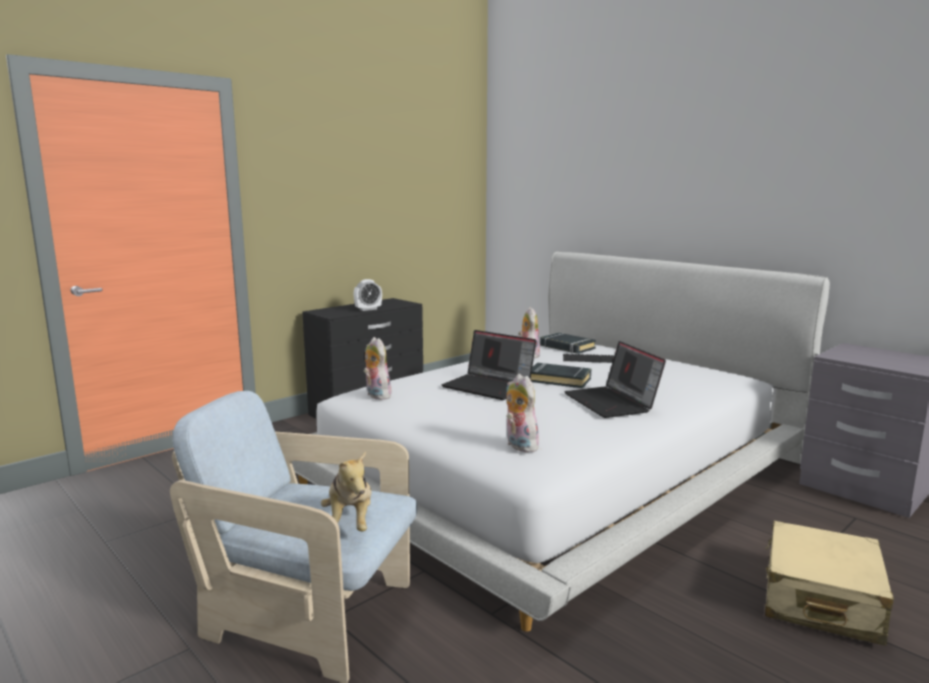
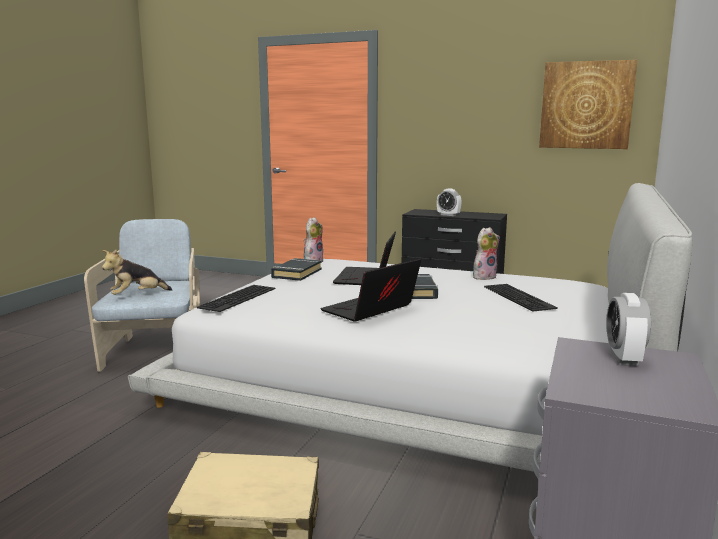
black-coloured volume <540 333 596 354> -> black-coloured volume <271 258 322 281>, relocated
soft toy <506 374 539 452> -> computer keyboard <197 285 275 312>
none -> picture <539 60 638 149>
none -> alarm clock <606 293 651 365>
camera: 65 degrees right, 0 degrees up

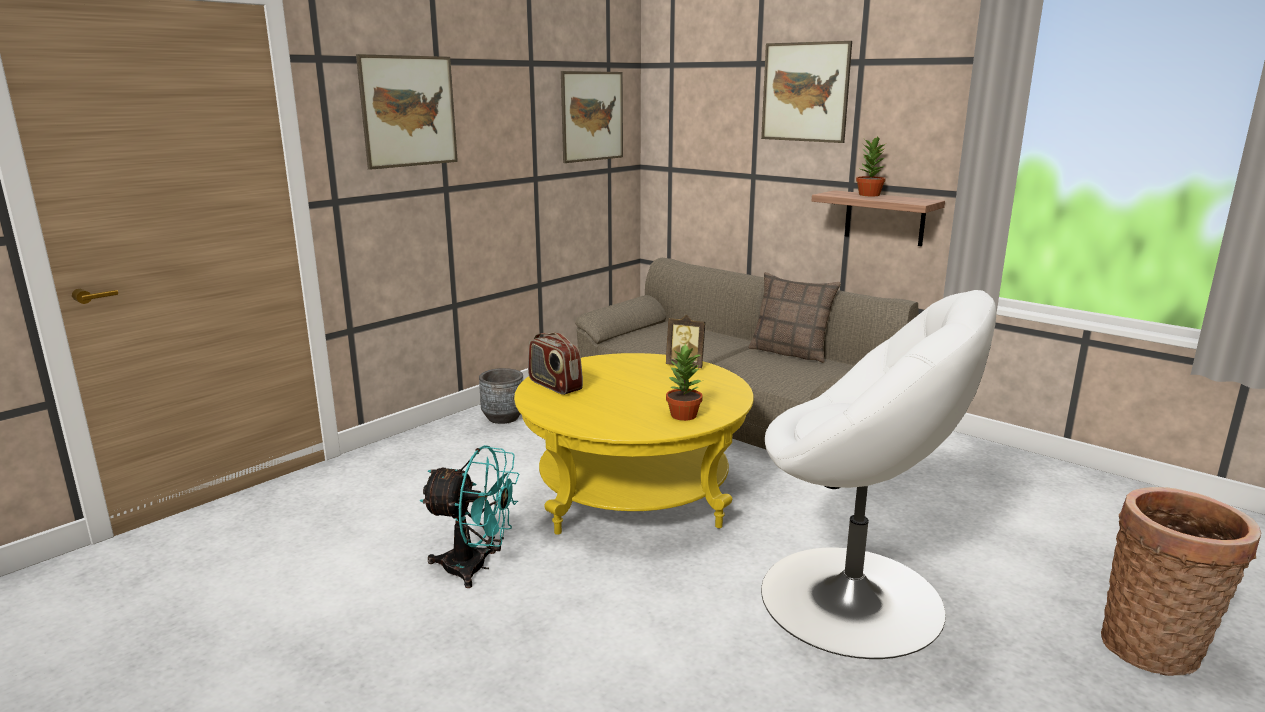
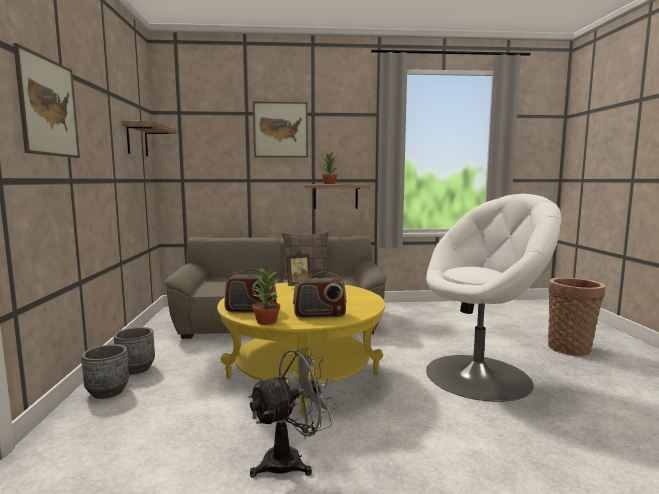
picture <561 71 623 163> -> bracket shelf <122 121 177 157>
houseplant <666 344 703 421> -> houseplant <252 267 280 325>, relocated
turquoise cooling fan <420 445 519 588> -> greyish cooling fan <248 347 337 478>
none -> radio set <293 271 347 318>
none -> greyish plant pot <81 344 129 399>
camera: 45 degrees left, 10 degrees down

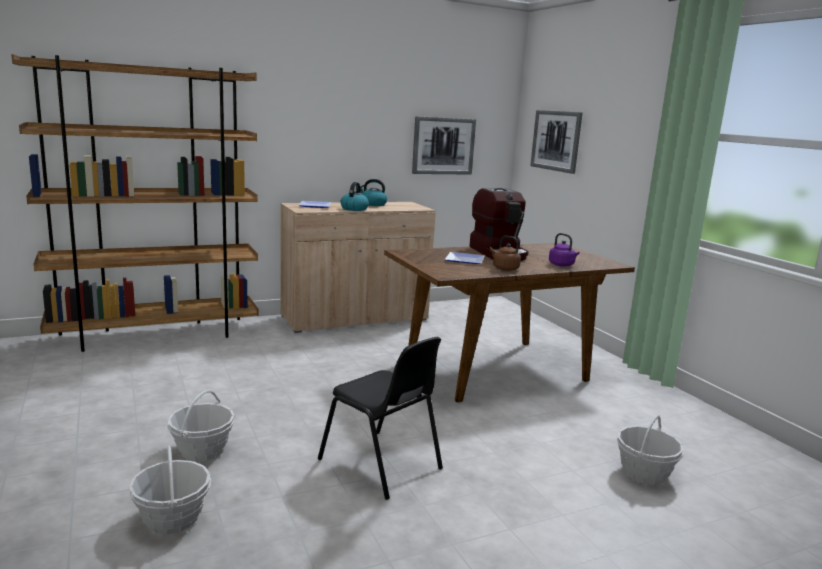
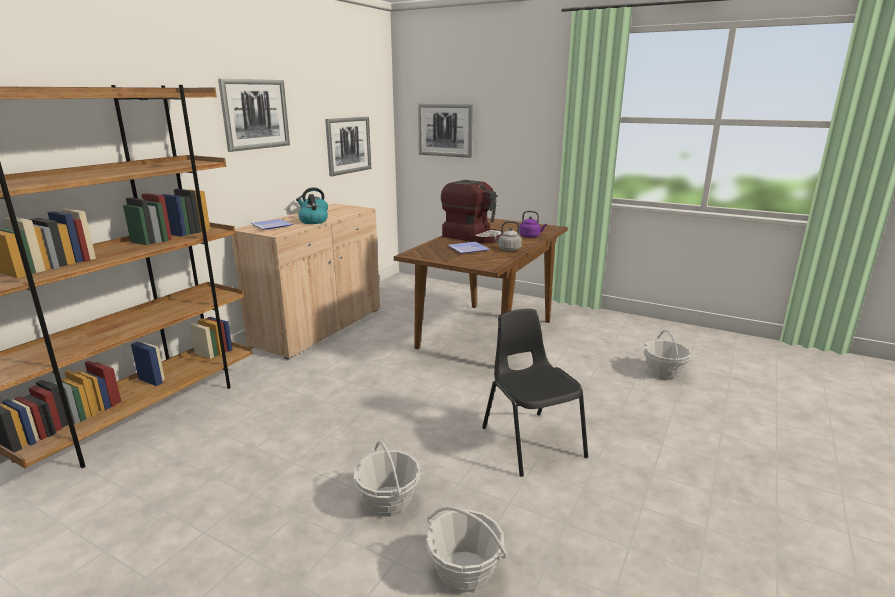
brownish water kettle <490 236 521 271> -> greyish water kettle <492 221 522 251>
black-coloured upright chair <318 337 443 500> -> black-coloured upright chair <482 309 588 477>, 120 degrees counterclockwise
none -> picture <218 79 290 152>
camera: 35 degrees left, 5 degrees up

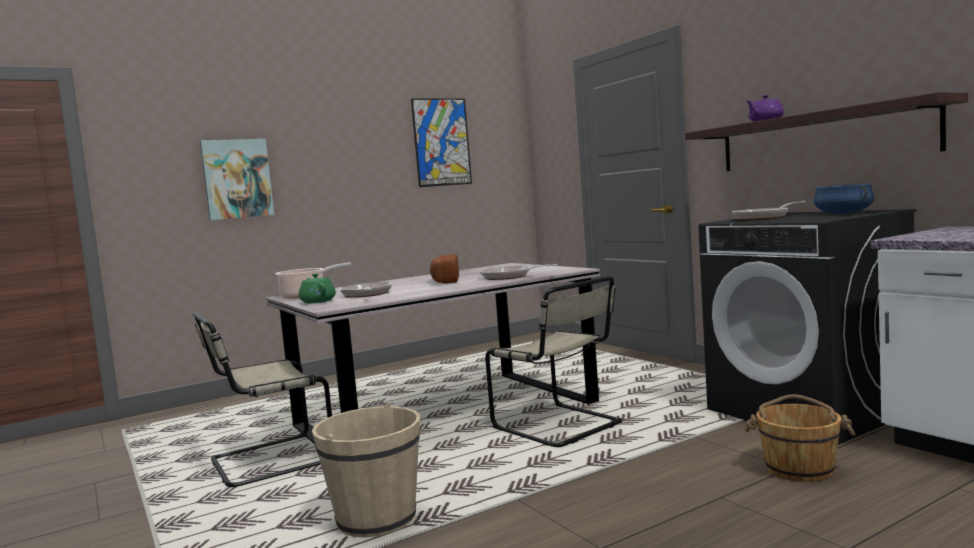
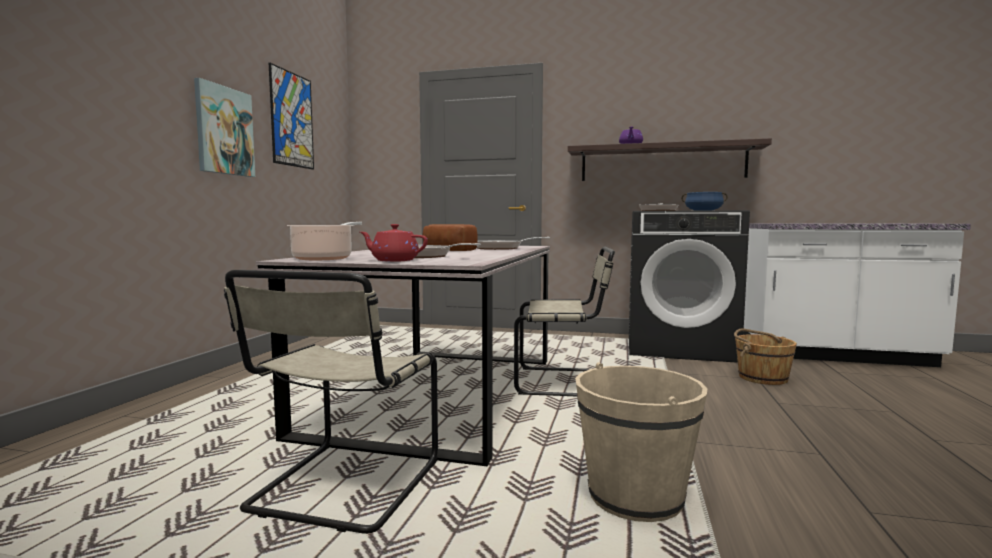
picture <200 139 274 220> -> picture <194 78 255 177>, relocated
greenish pot for tea <299 274 336 303> -> reddish pot for tea <360 224 428 262>
camera: 45 degrees left, 0 degrees up

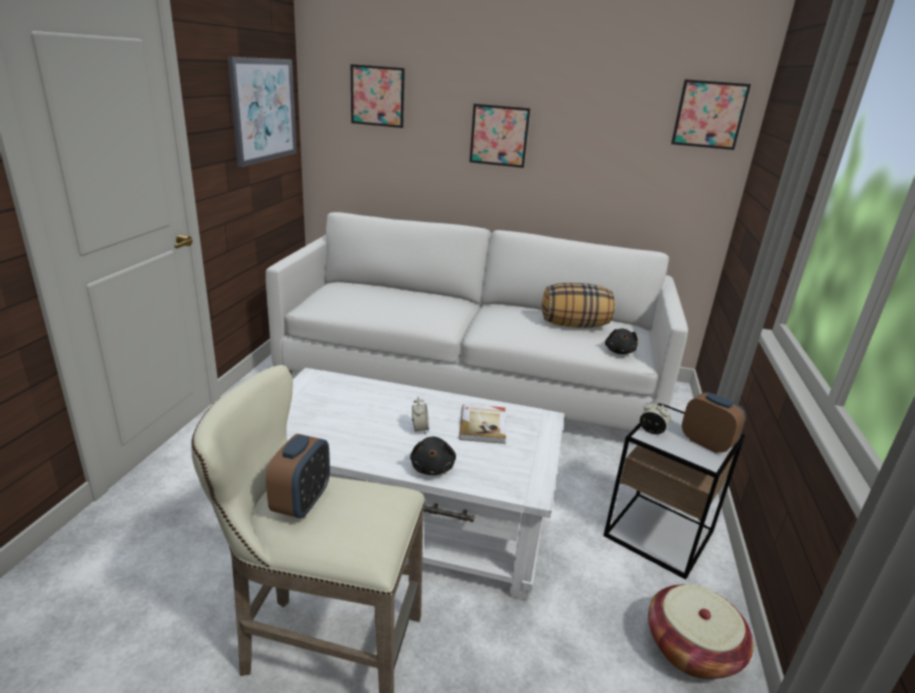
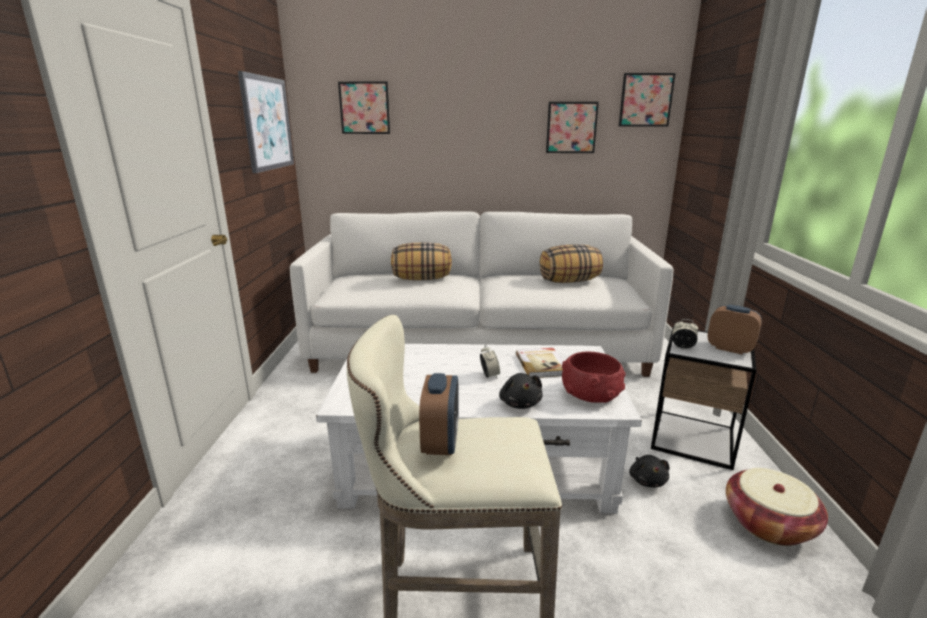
picture <469 104 530 168> -> picture <546 102 599 153>, relocated
black-coloured soft toy <605 328 638 354> -> black-coloured soft toy <629 455 670 487>, relocated
none -> pillow <391 243 452 280>
none -> reddish bowl <562 352 626 403>
camera: 10 degrees left, 5 degrees down

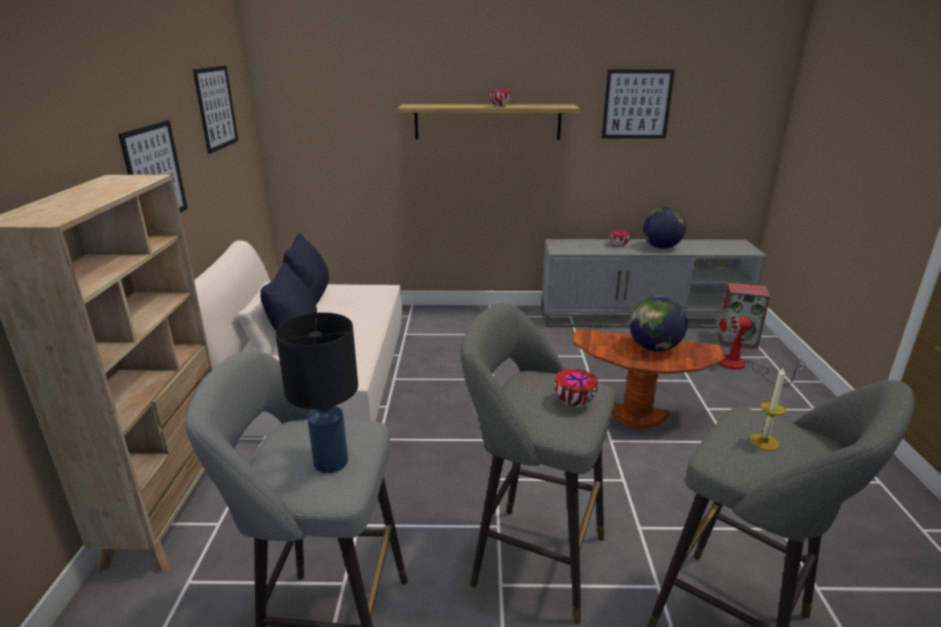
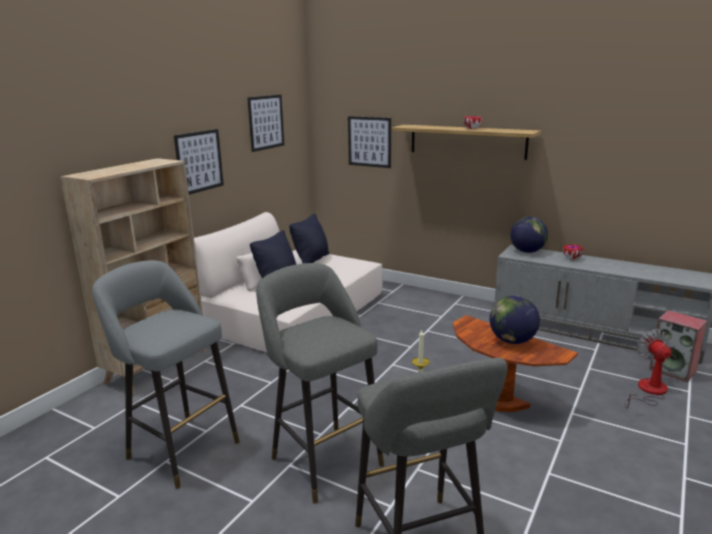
picture <602 69 675 139> -> picture <348 116 391 168>, relocated
globe <643 207 686 249> -> globe <510 216 548 253>, relocated
cooling fan <717 308 806 385> -> cooling fan <624 329 672 408>, 60 degrees clockwise
black-coloured lamp for a table <275 312 358 473> -> none
bowl <555 369 598 407> -> none
camera: 30 degrees right, 5 degrees down

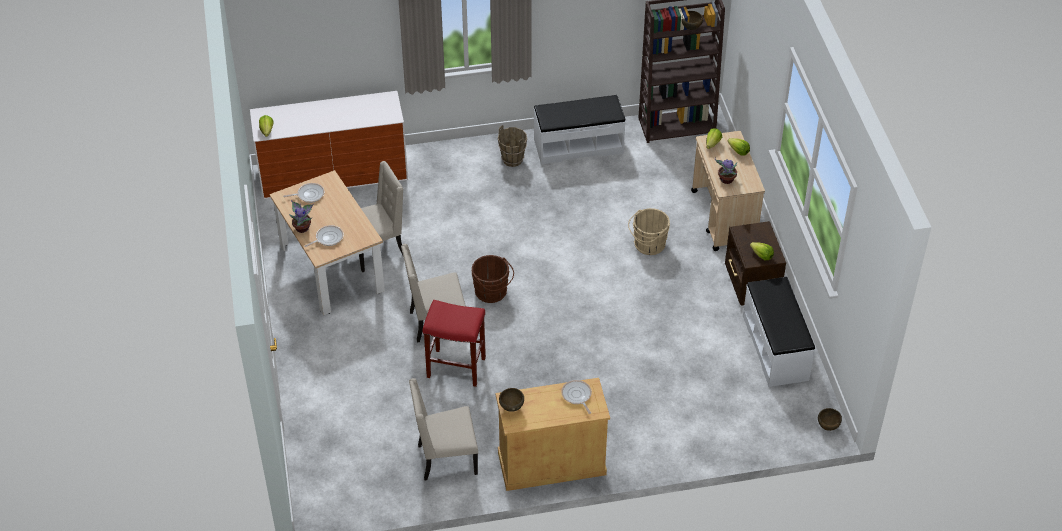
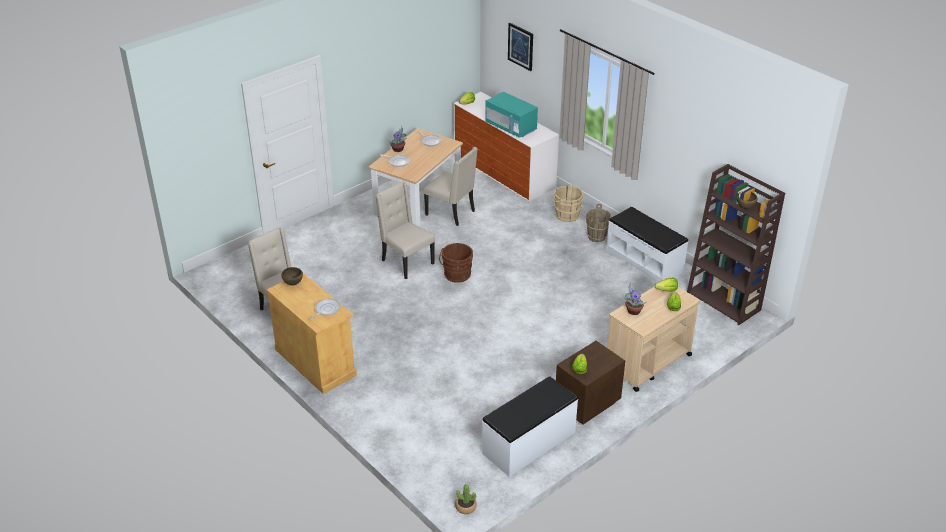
sand-coloured bucket <628 208 670 255> -> sand-coloured bucket <551 185 583 222>, relocated
reddish sitting stool <423 300 486 387> -> none
brownish bowl <818 408 842 431> -> houseplant <455 484 477 514>
none -> picture <508 23 533 71>
none -> turquoise microwave <485 92 538 138>
camera: 60 degrees right, 10 degrees down

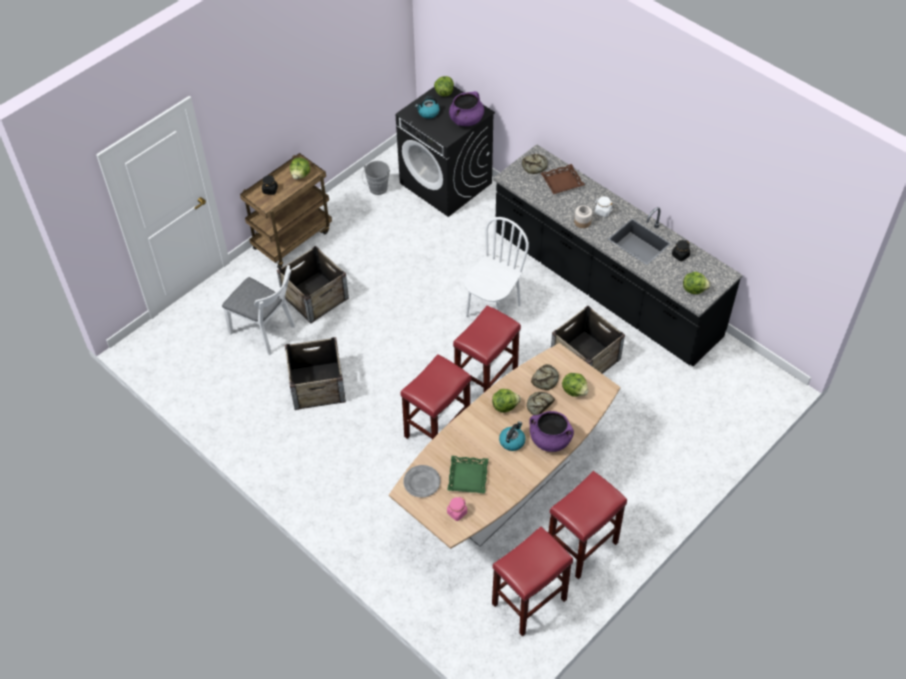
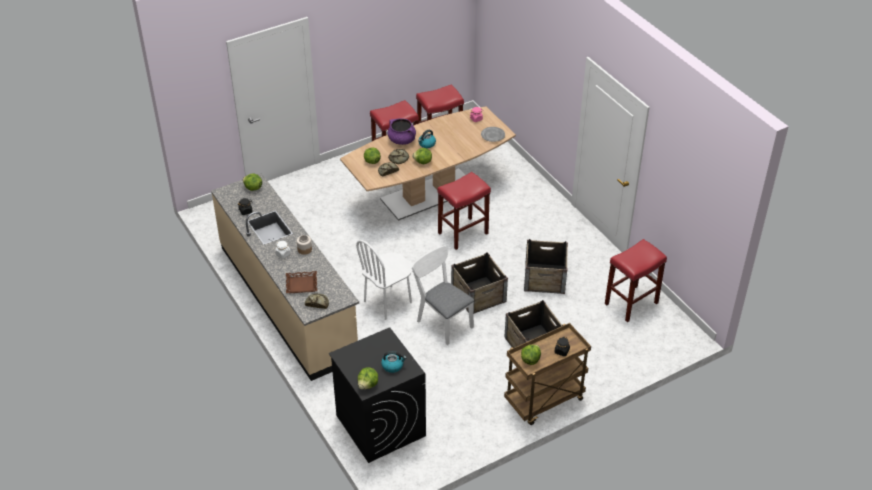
purplish saucepot <449 91 484 126> -> none
black-coloured kitchen counter <493 144 743 366> -> sand-coloured kitchen counter <211 173 359 381>
greyish bucket <362 161 390 195> -> none
white upright chair <222 265 295 355> -> white upright chair <412 246 474 345>, relocated
reddish sitting stool <453 305 521 392> -> reddish sitting stool <605 239 667 322>, relocated
shipping crate <551 305 625 374> -> shipping crate <451 252 508 314>, relocated
greenish serving tray <447 456 488 494> -> none
camera: 165 degrees left, 10 degrees down

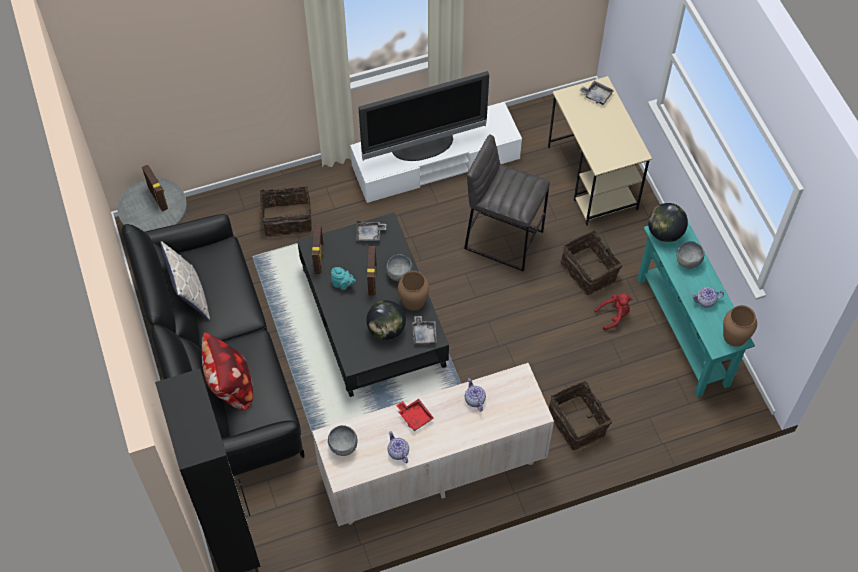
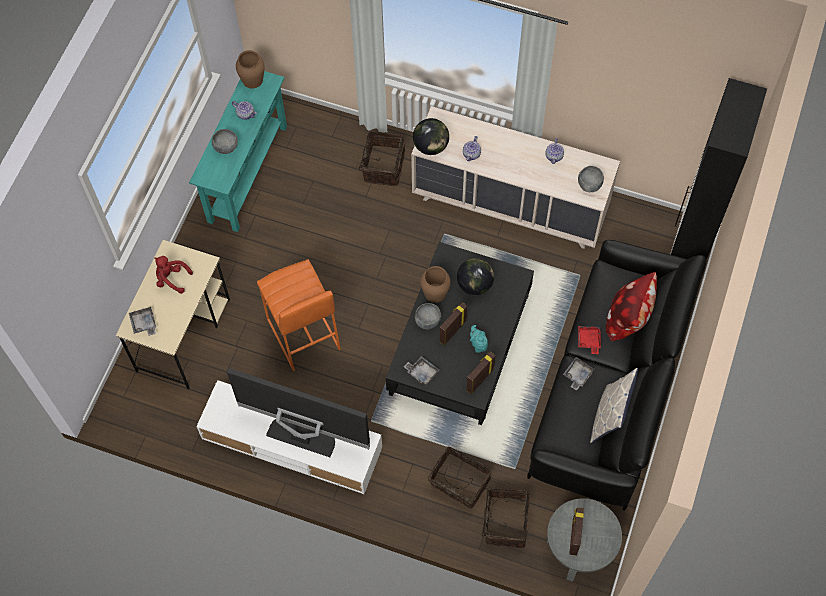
greyish sitting stool <464 135 550 272> -> orange-coloured sitting stool <257 259 341 371>
globe <648 203 688 242> -> globe <413 118 449 155>, relocated
household basket <560 231 622 295> -> household basket <476 487 530 549>, relocated
reddish soft toy <594 293 632 330> -> reddish soft toy <155 256 193 294>, relocated
greyish serving tray <412 316 437 344> -> greyish serving tray <563 357 594 391>, relocated
reddish serving tray <396 399 434 431> -> reddish serving tray <578 326 601 354>, relocated
camera: 140 degrees left, 5 degrees up

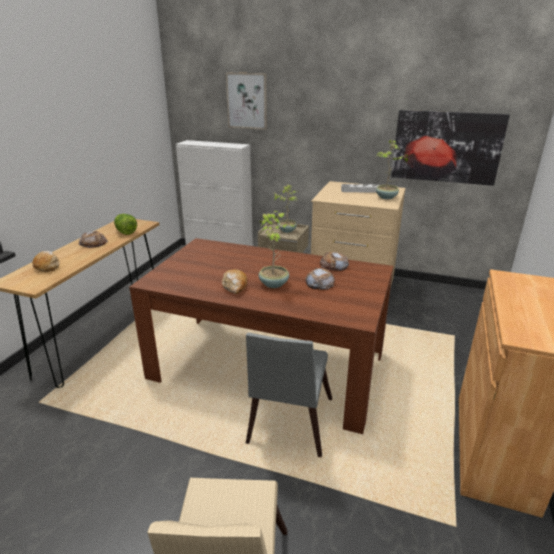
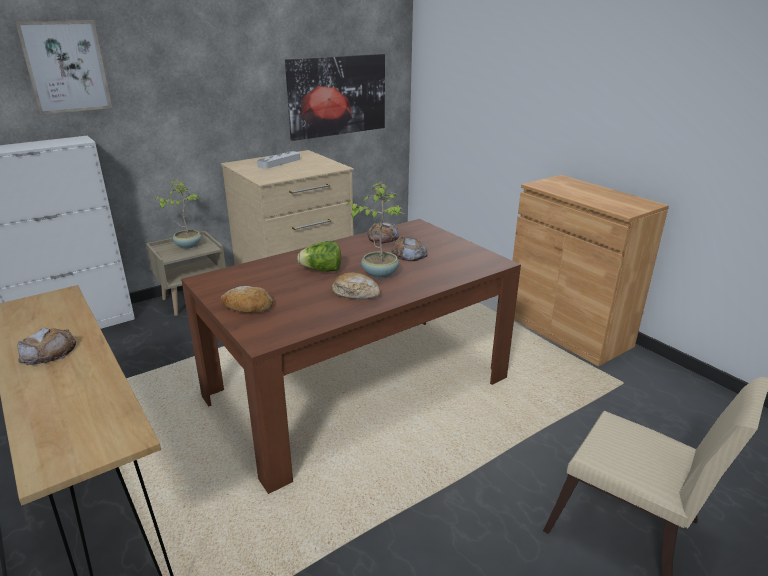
houseplant <376 140 412 199> -> none
lettuce <114 214 137 235> -> lettuce <297 241 341 272>, relocated
baked bread <33 251 60 272> -> baked bread <220 286 273 313>, relocated
greyish upright chair <246 332 332 457> -> none
camera: 55 degrees left, 0 degrees up

